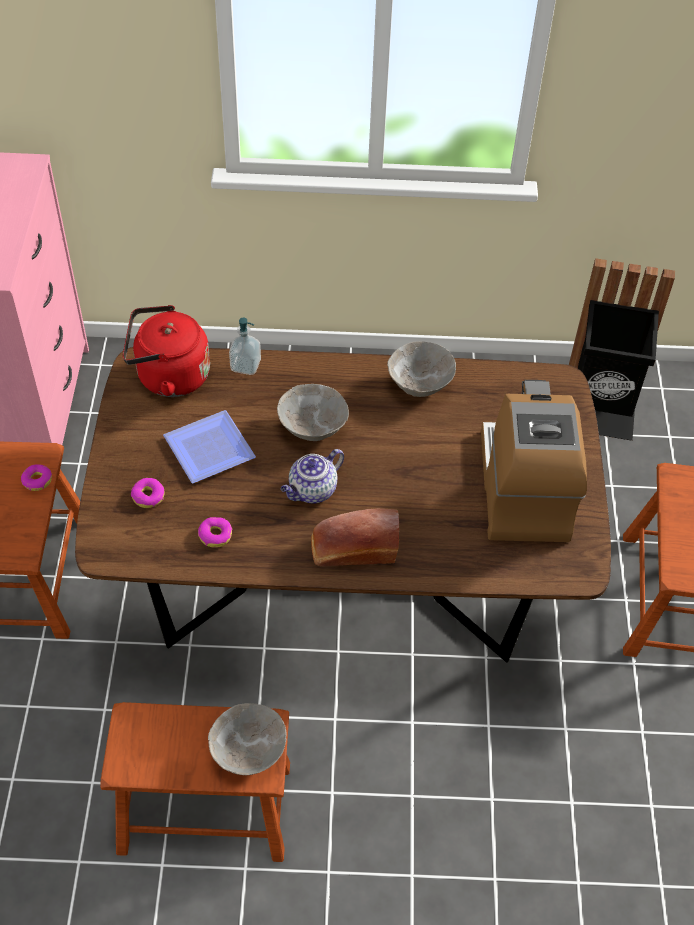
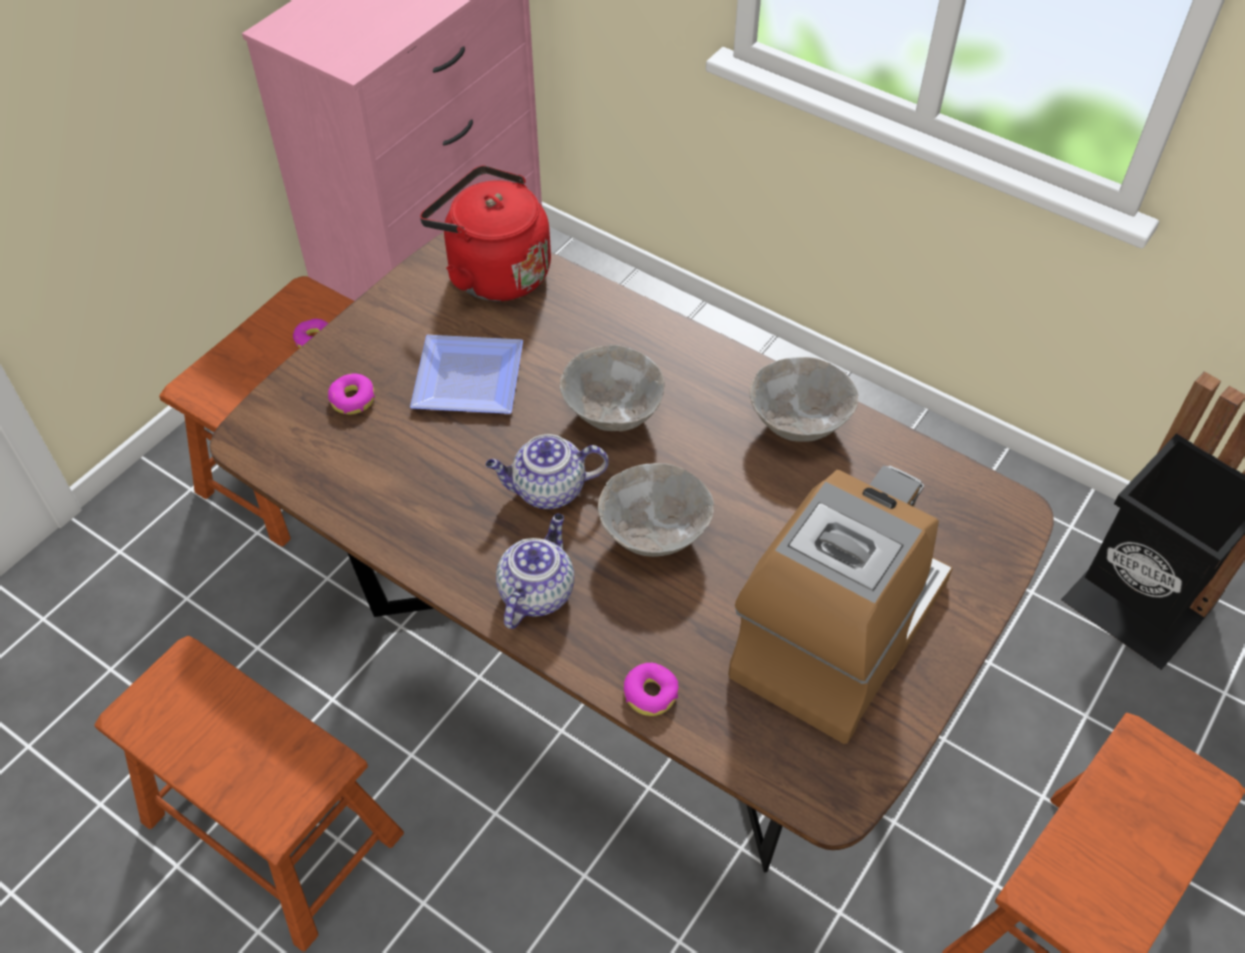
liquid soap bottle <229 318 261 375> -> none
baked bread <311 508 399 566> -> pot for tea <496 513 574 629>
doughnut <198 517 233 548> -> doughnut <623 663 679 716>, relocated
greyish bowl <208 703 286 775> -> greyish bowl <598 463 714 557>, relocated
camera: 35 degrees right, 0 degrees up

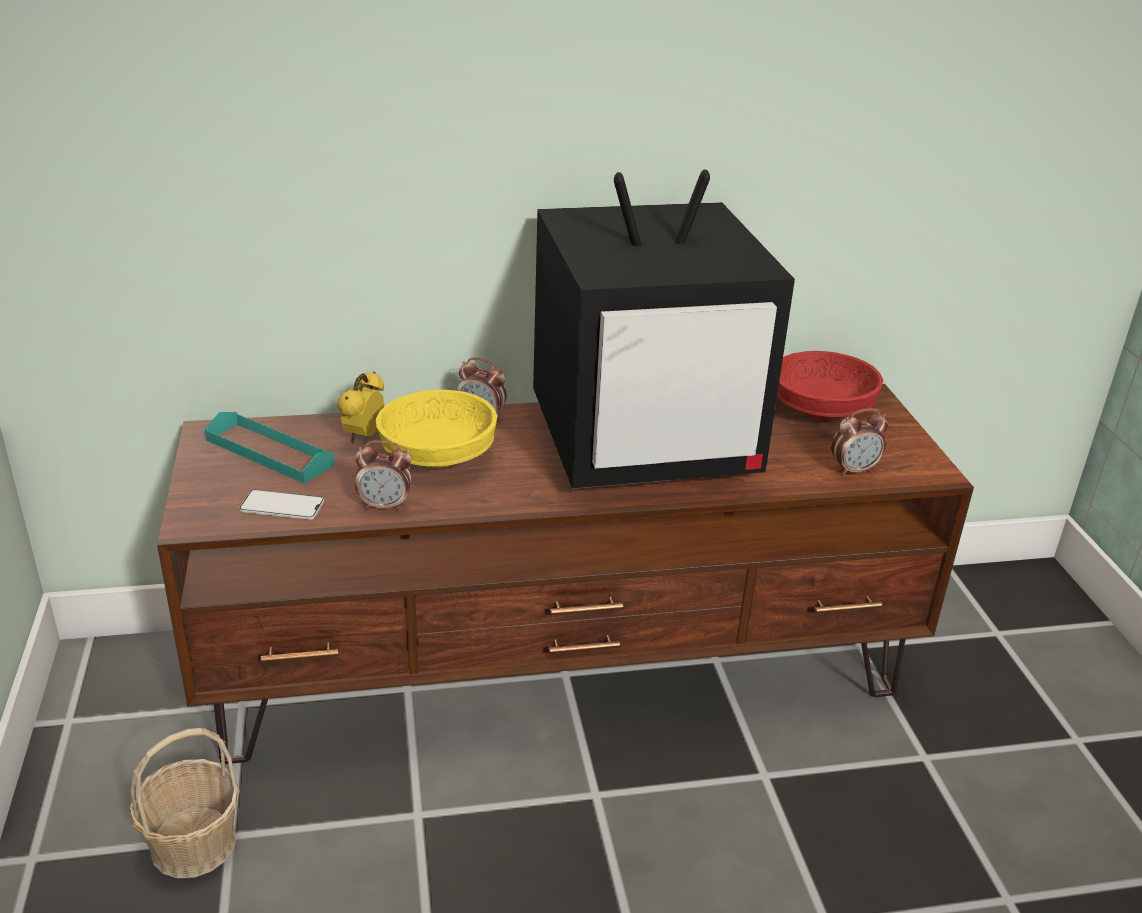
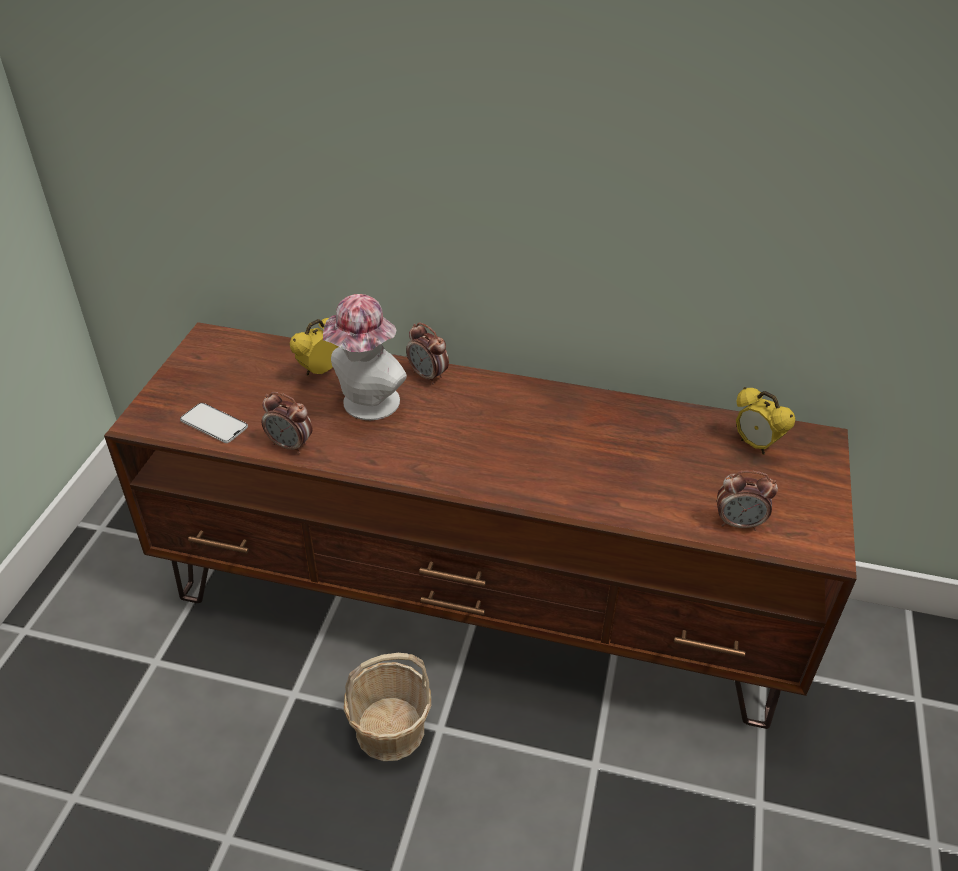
TV <533 170 795 489> -> none
reddish bowl <777 351 883 420> -> alarm clock <736 387 795 455>
yellow-coloured bowl <376 390 497 468> -> wearable hat <323 294 407 420>
turquoise serving tray <205 412 335 484> -> none
household basket <129 728 240 878> -> household basket <344 653 431 761>, relocated
camera: 25 degrees right, 10 degrees up

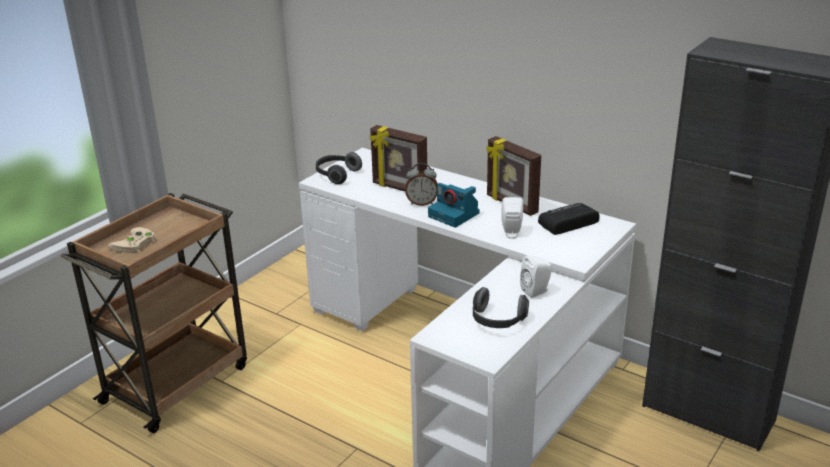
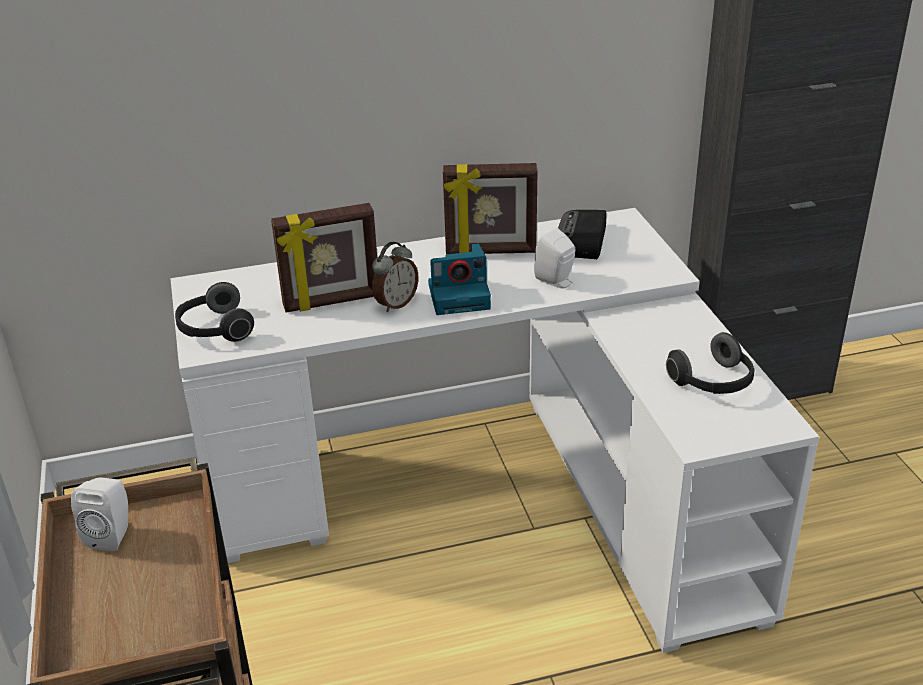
sand-coloured game controller <108 227 155 253> -> none
white audio speaker <520 255 552 298> -> white audio speaker <71 478 128 551>, relocated
camera: 50 degrees left, 5 degrees up

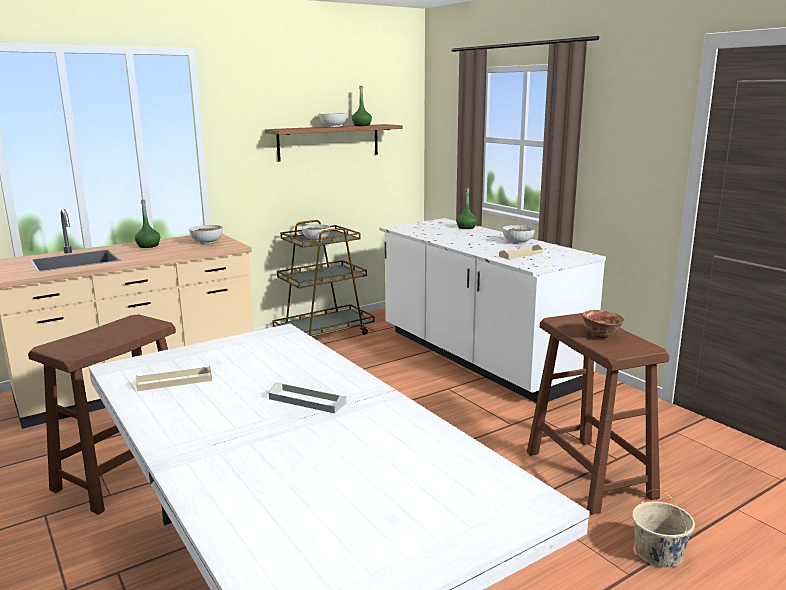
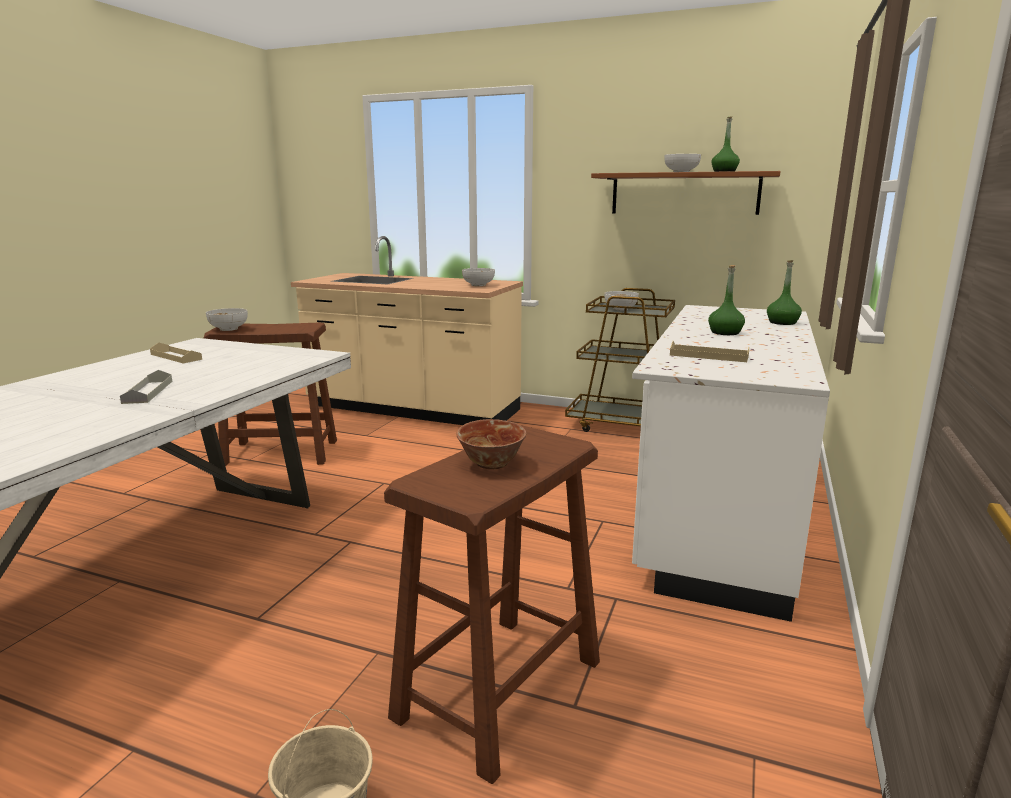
greenish drink bottle <135 200 160 248> -> greenish drink bottle <708 265 745 335>, relocated
bowl <503 225 535 244> -> bowl <206 308 248 331>, relocated
camera: 55 degrees right, 0 degrees up

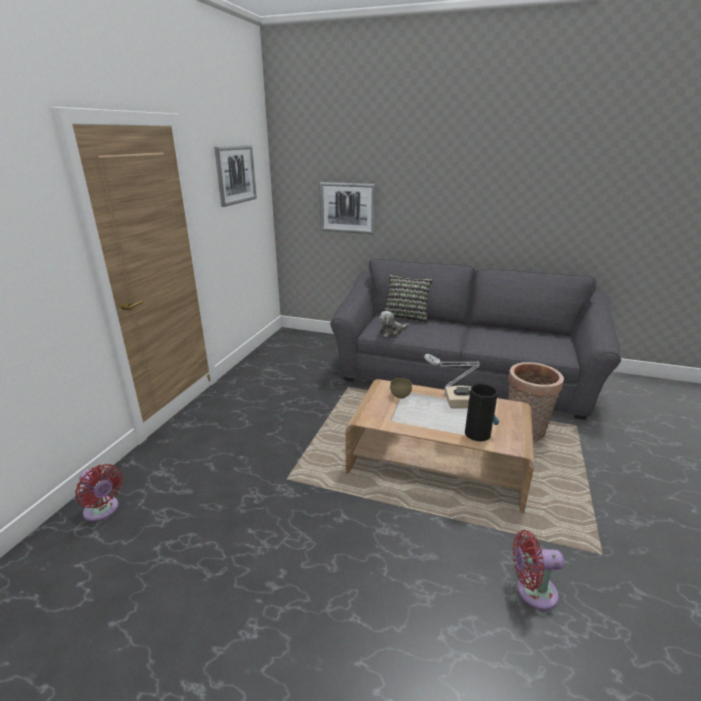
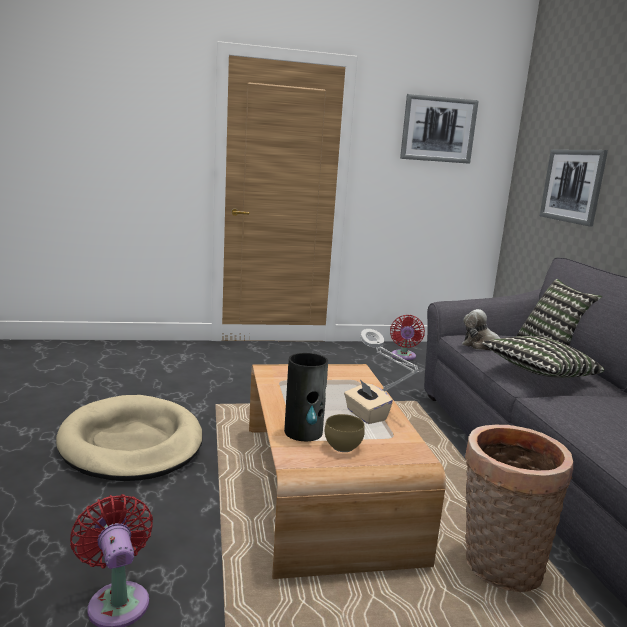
brownish bowl <390 378 412 399> -> brownish bowl <325 414 365 452>, relocated
reddish cooling fan <75 464 123 522> -> reddish cooling fan <390 315 425 360>, relocated
none -> pillow <482 336 605 378>
none -> sand-coloured dog bed <56 395 203 481>
camera: 60 degrees right, 10 degrees down

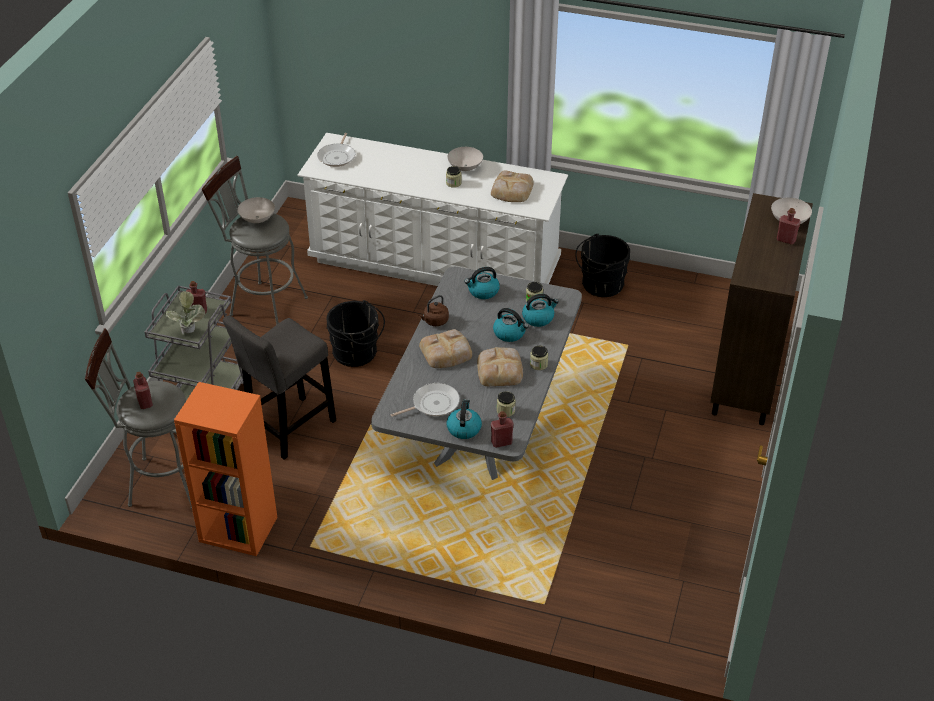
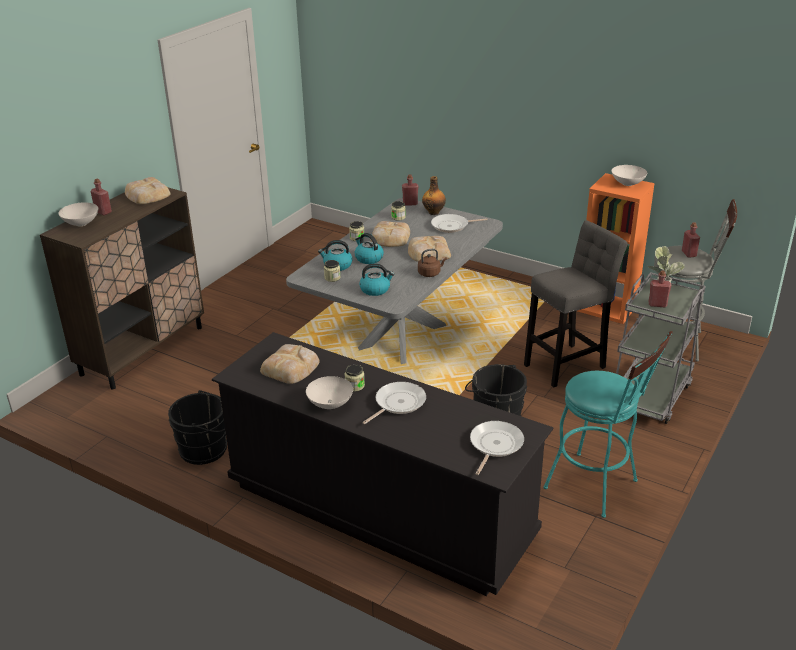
white chest of drawers <297 133 568 286> -> black-coloured chest of drawers <212 332 553 596>
greyish sitting stool <202 156 308 325> -> turquoise sitting stool <543 331 673 518>
white bowl <237 197 275 223> -> white bowl <611 165 647 186>, relocated
water kettle <447 399 482 439> -> drink bottle <422 176 446 215>
none -> baked bread <125 177 170 204>
none -> frying pan <362 382 426 424>
camera: 165 degrees left, 10 degrees down

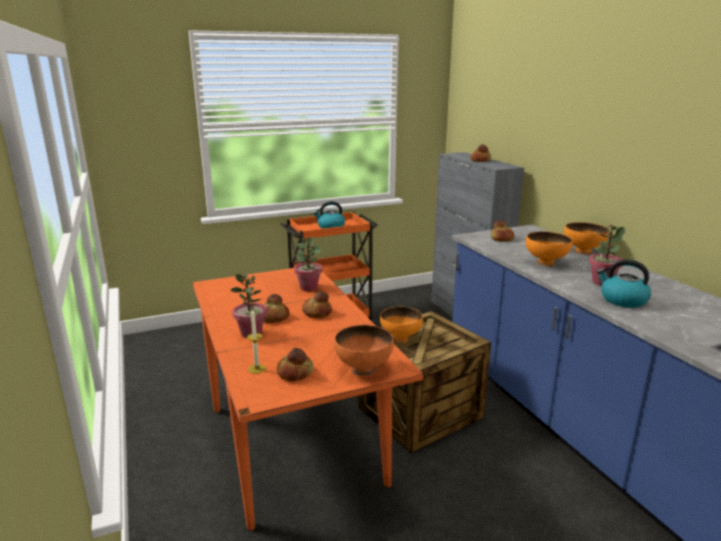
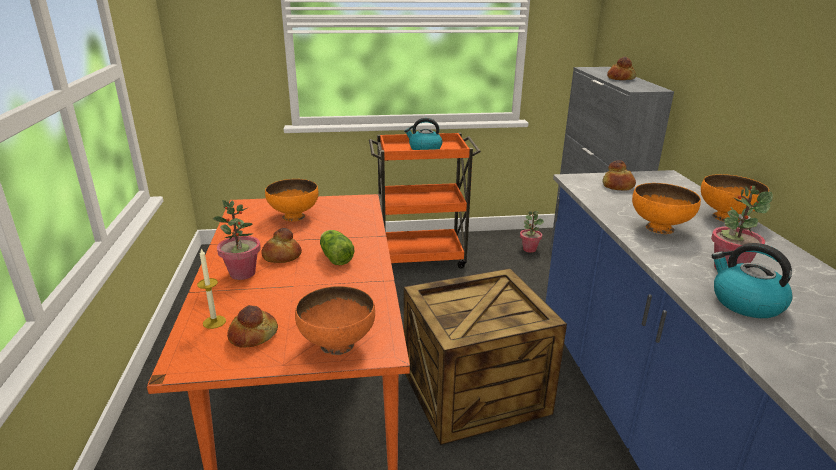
houseplant <294 237 322 291> -> houseplant <520 211 544 253>, relocated
baked bread <302 291 332 318> -> lettuce <320 230 354 265>
orange-coloured bowl <380 307 423 343> -> orange-coloured bowl <265 179 319 221>, relocated
camera: 15 degrees right, 5 degrees up

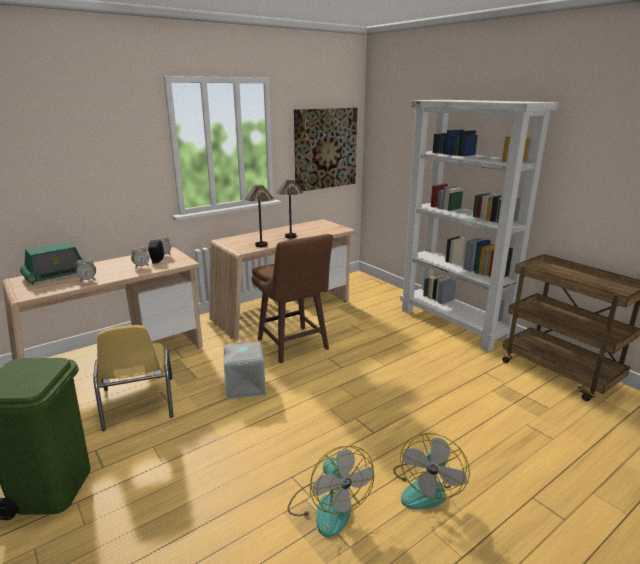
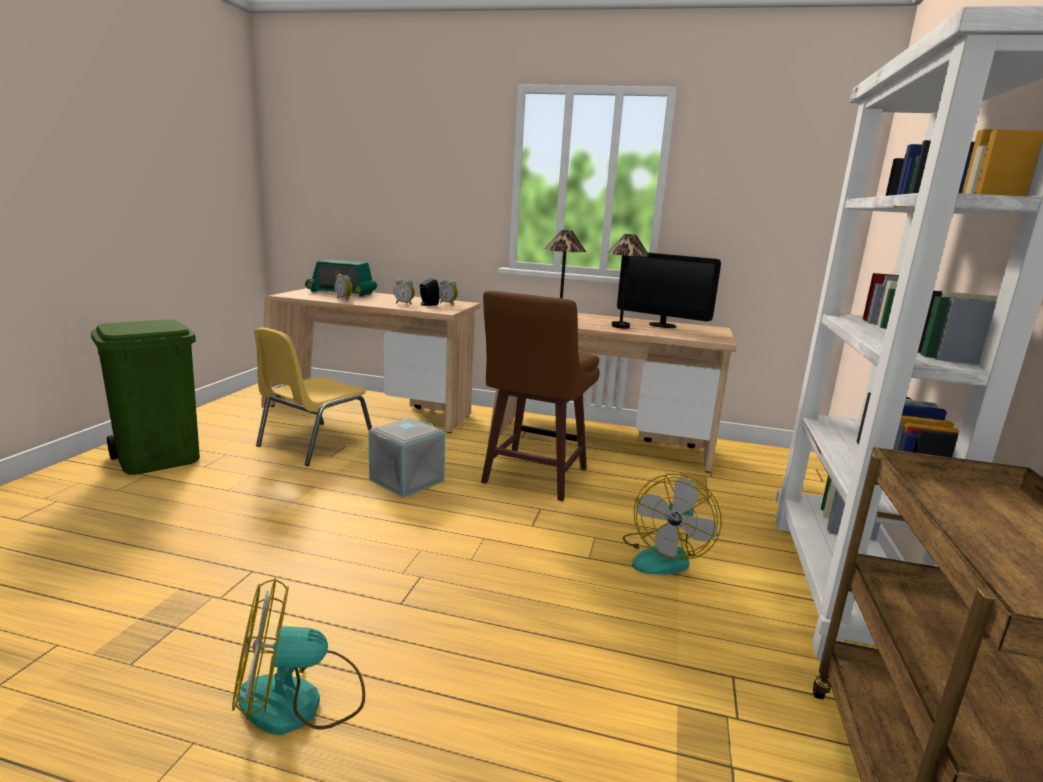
picture <294 108 357 191> -> none
cooling fan <288 446 374 537> -> cooling fan <623 474 722 575>, relocated
none -> computer screen <617 253 721 328>
camera: 50 degrees right, 5 degrees down

